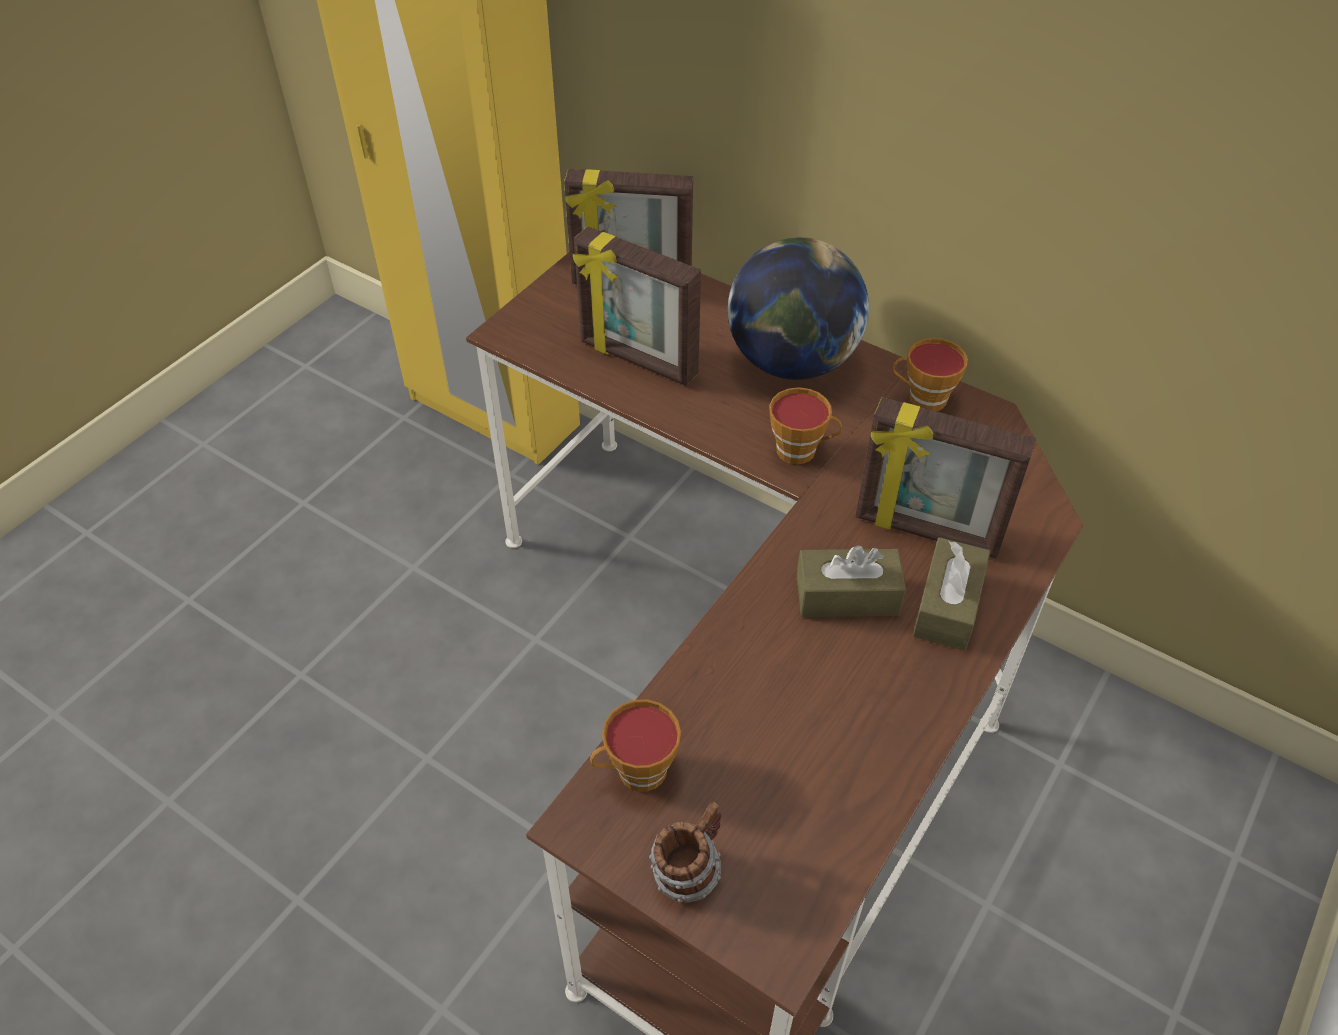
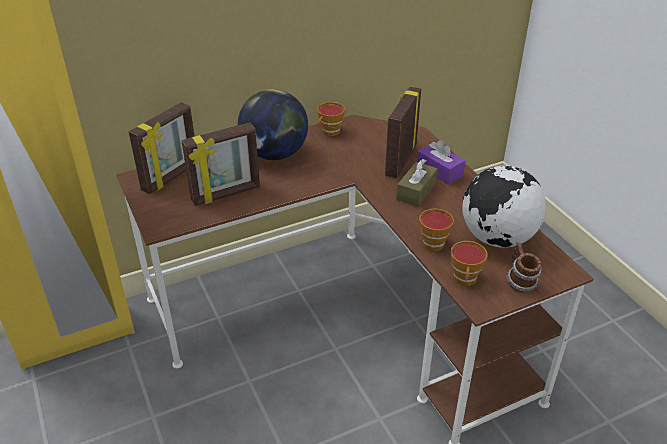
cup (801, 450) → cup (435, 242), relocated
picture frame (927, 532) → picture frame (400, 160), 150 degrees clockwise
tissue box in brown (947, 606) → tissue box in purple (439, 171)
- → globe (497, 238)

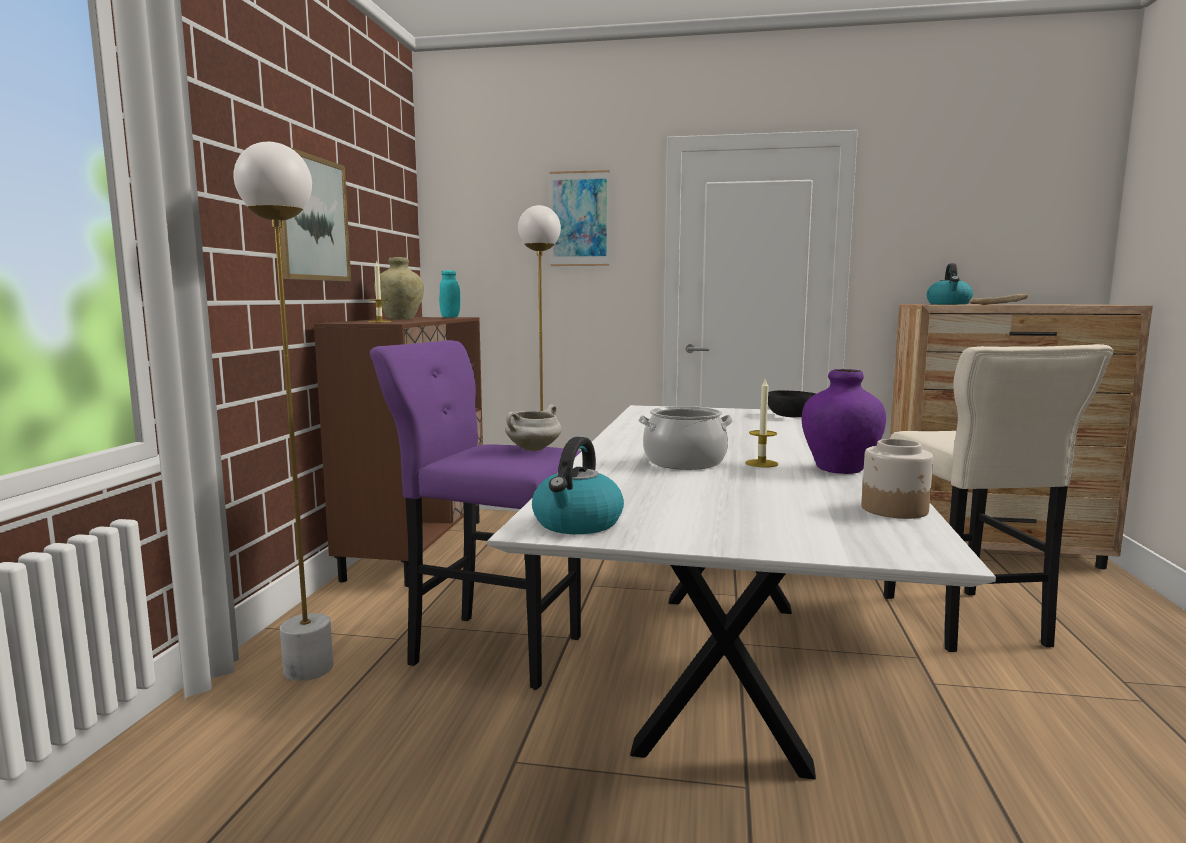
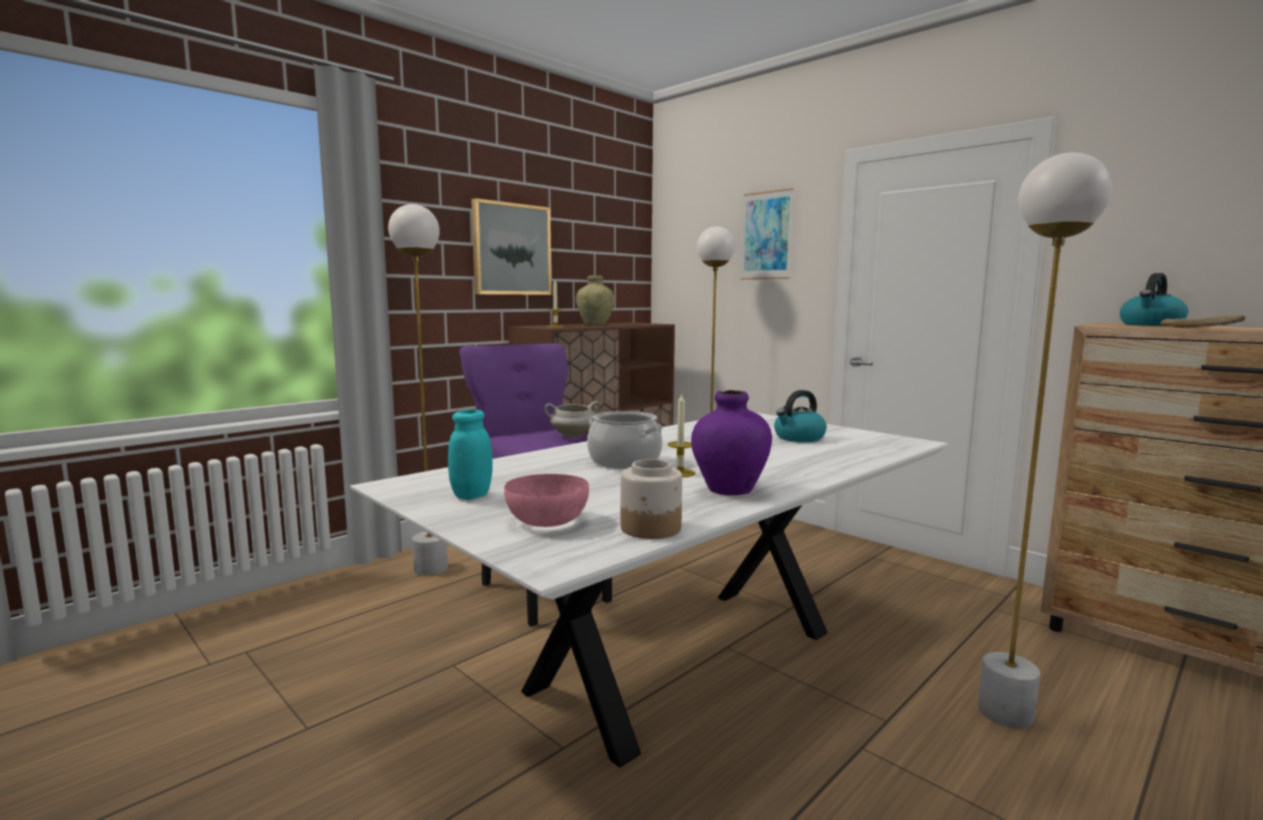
jar in turquoise (450, 317) → jar in turquoise (472, 495), relocated
stool in beige (966, 624) → floor lamp in white (1005, 713)
bowl in black (790, 416) → -
kettle (577, 524) → kettle (798, 438), relocated
- → bowl in pink (546, 521)

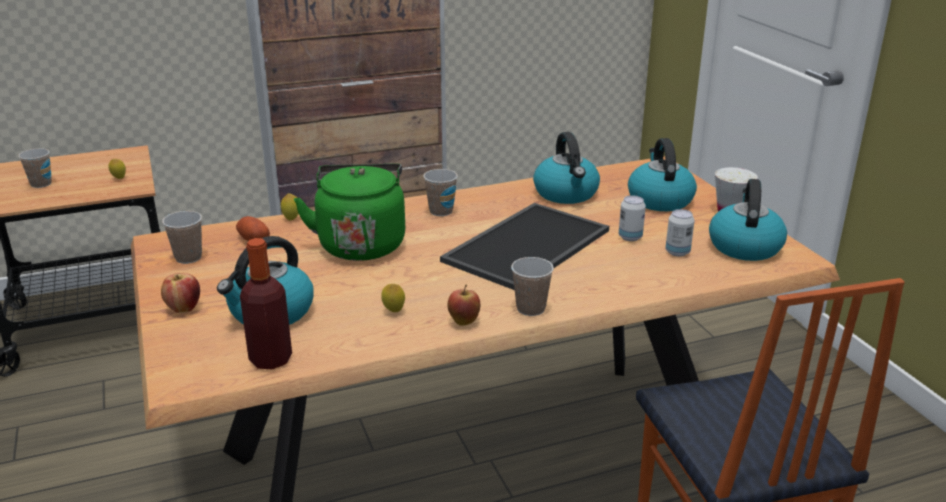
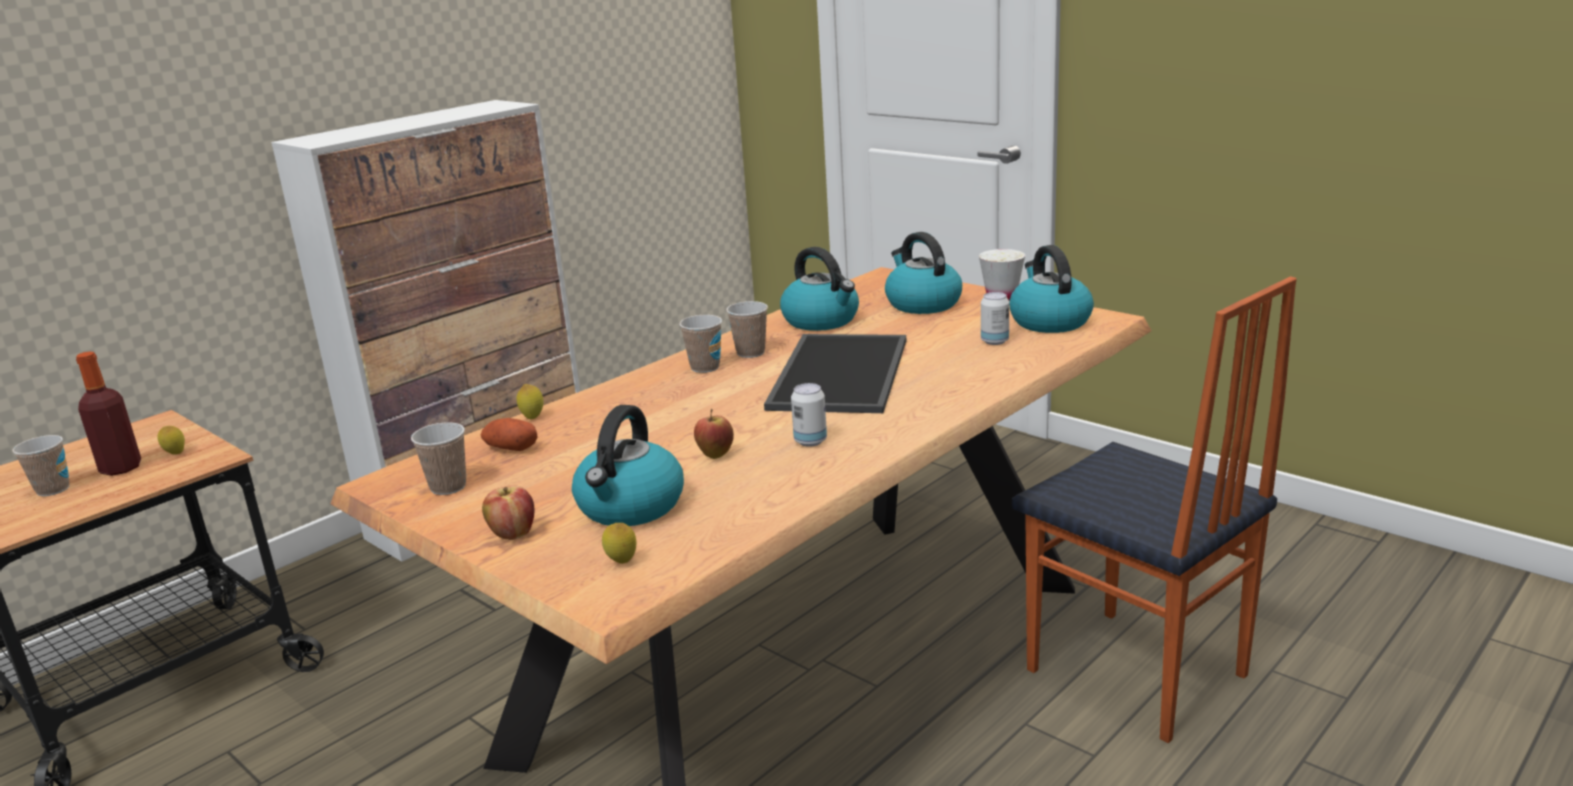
kettle in green (361, 243) → -
can (630, 237) → can (810, 441), relocated
bottle (270, 359) → bottle (121, 468), relocated
cup (530, 309) → cup (750, 353), relocated
lemon (394, 311) → lemon (622, 563), relocated
apple (464, 322) → apple (715, 455), relocated

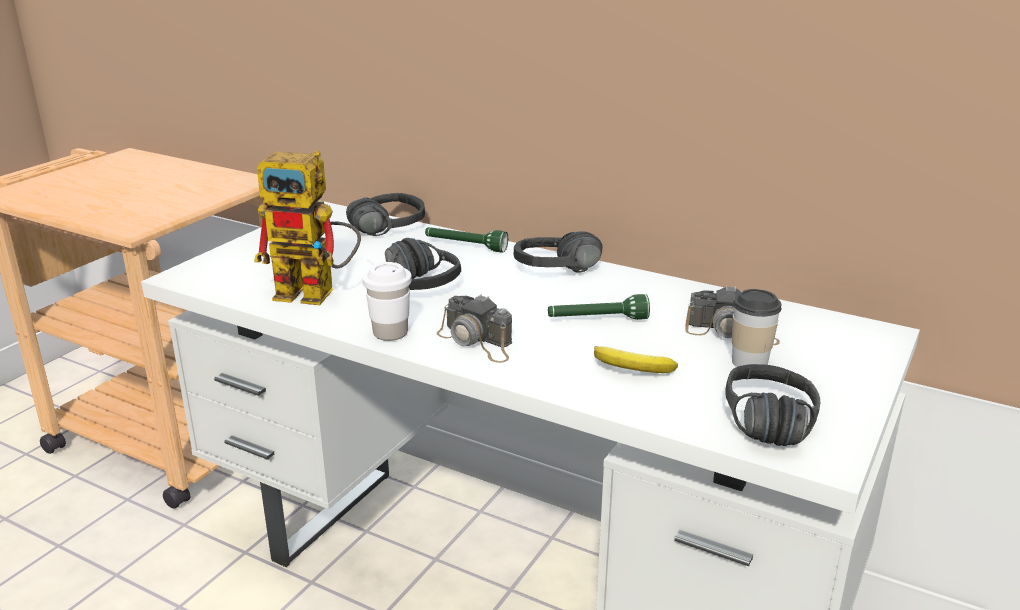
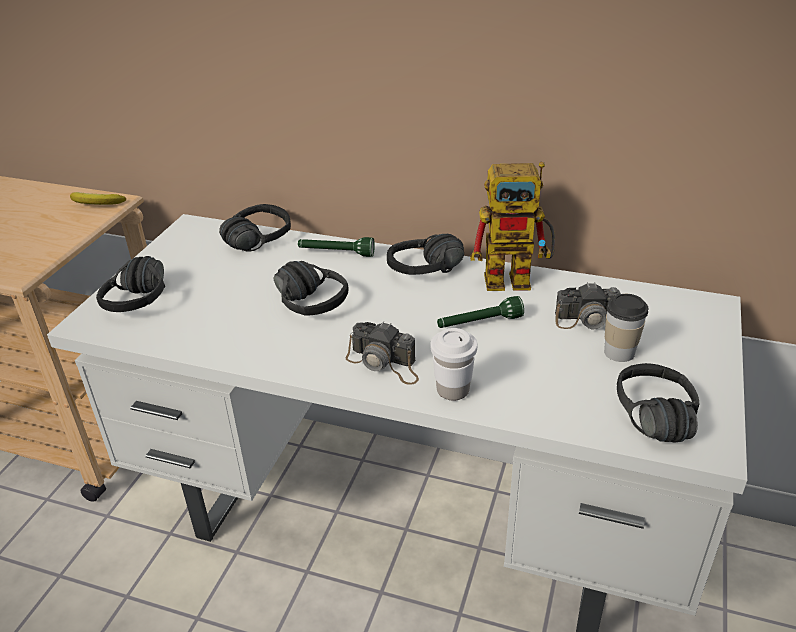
toy robot (318, 293) → toy robot (518, 278), relocated
cup in white (390, 333) → cup in white (453, 390), relocated
banana (631, 369) → banana (96, 204), relocated
- → headphones in black (150, 300)

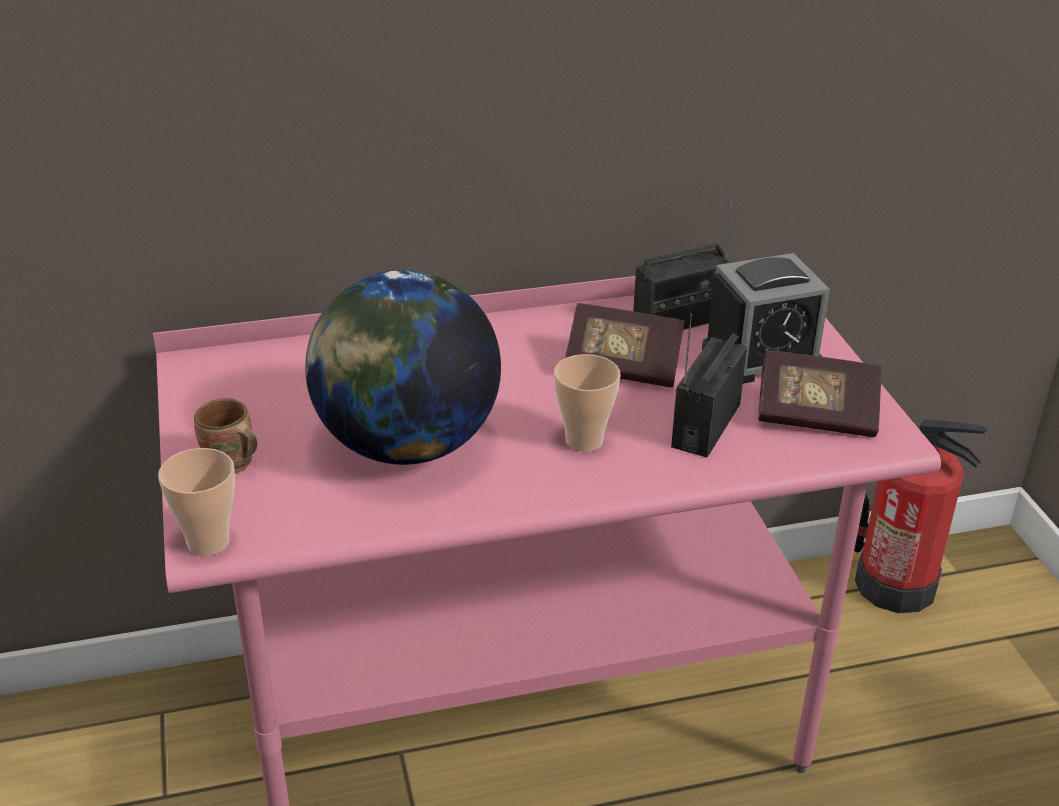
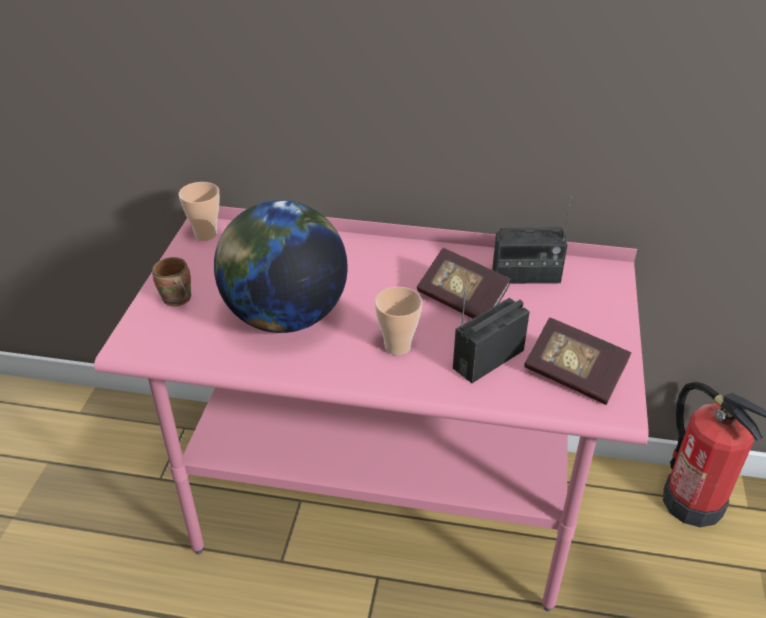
alarm clock (761, 357) → -
cup (208, 542) → cup (206, 234), relocated

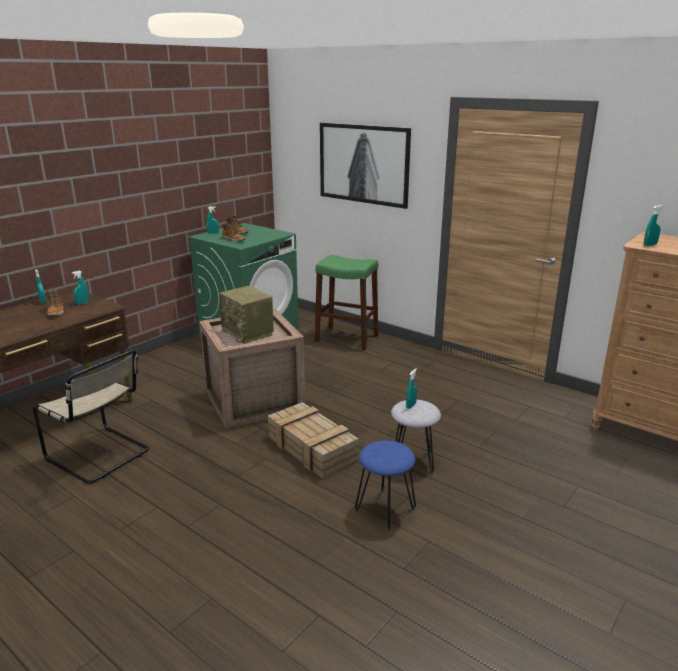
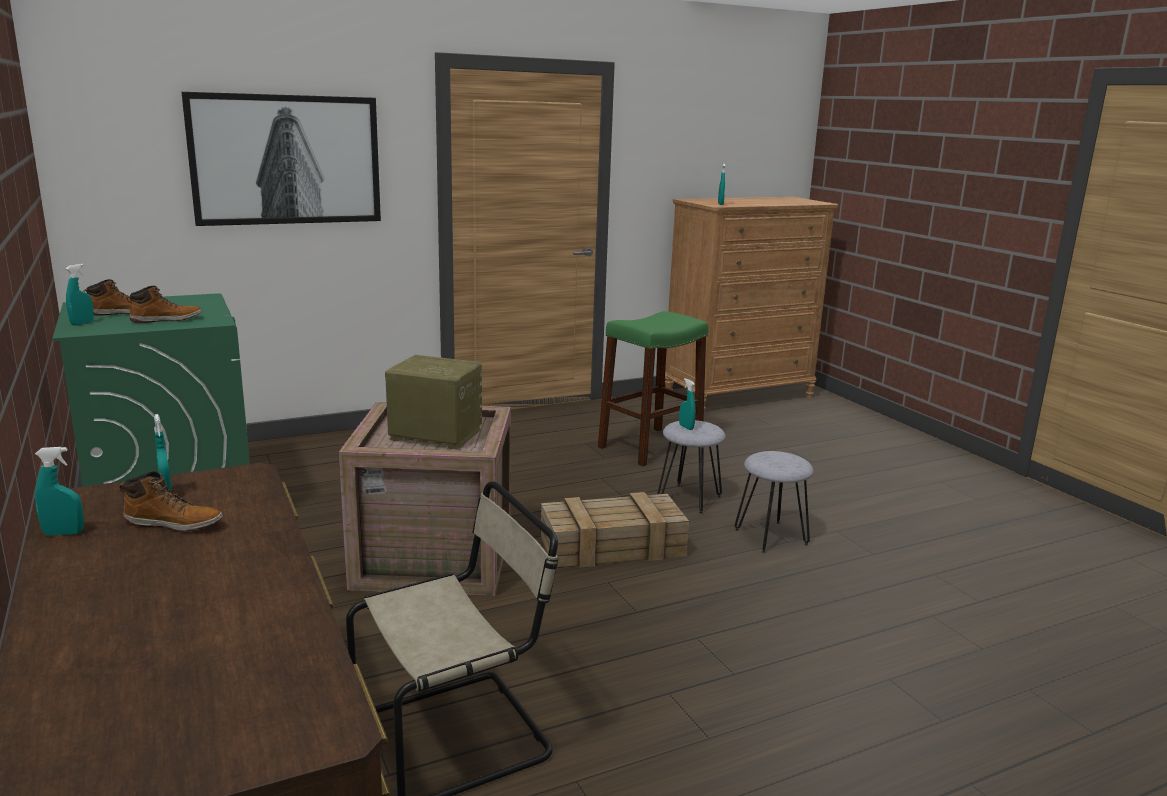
stool in green (347, 338) → stool in green (650, 446), relocated
radio (248, 333) → radio (433, 435), 150 degrees counterclockwise
stool in blue (385, 509) → stool in grey (771, 537)

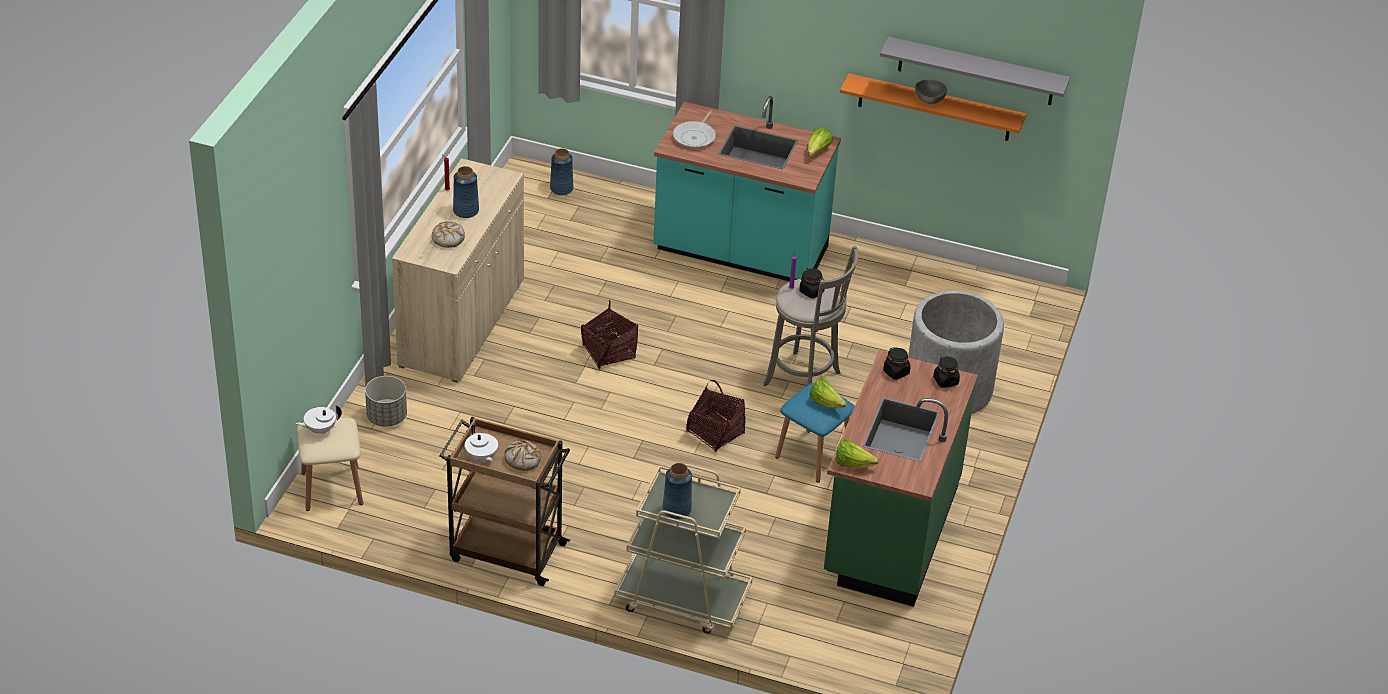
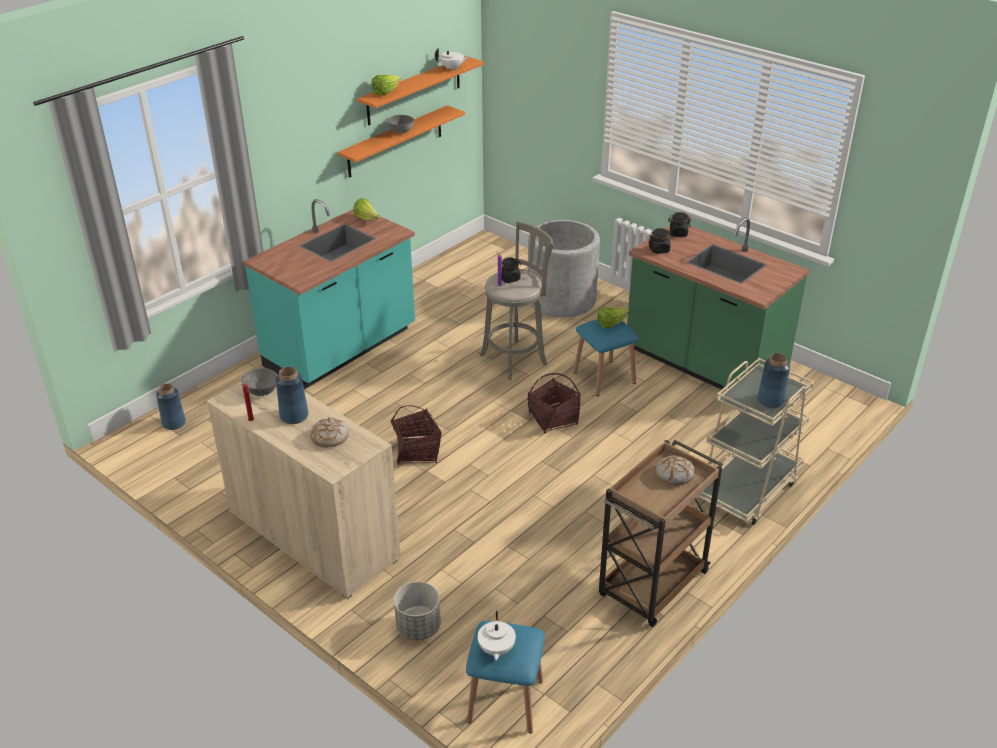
shelf in grey (976, 71) → shelf in orange (414, 91)
frying pan (695, 136) → -
stool in beige (332, 488) → stool in blue (505, 701)
teapot in white (481, 457) → teapot in white (452, 68), relocated
lettuce (852, 464) → lettuce (386, 92), relocated
- → bowl in grey (261, 391)

